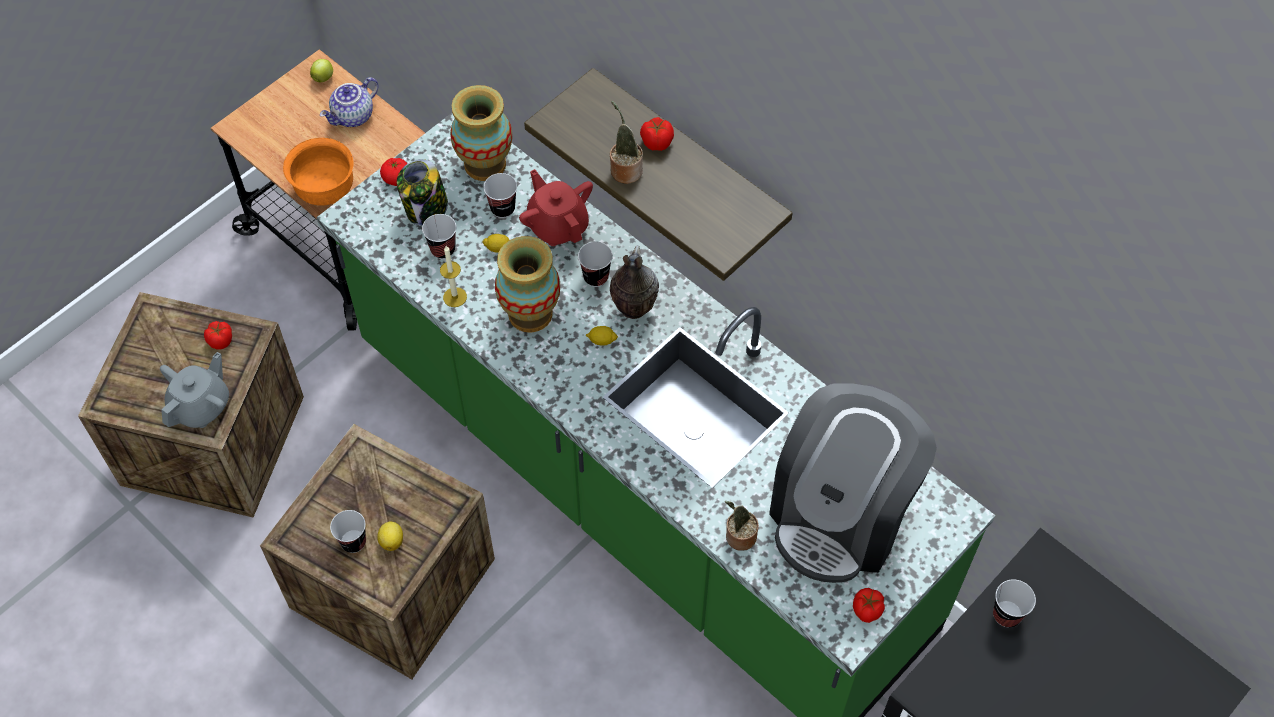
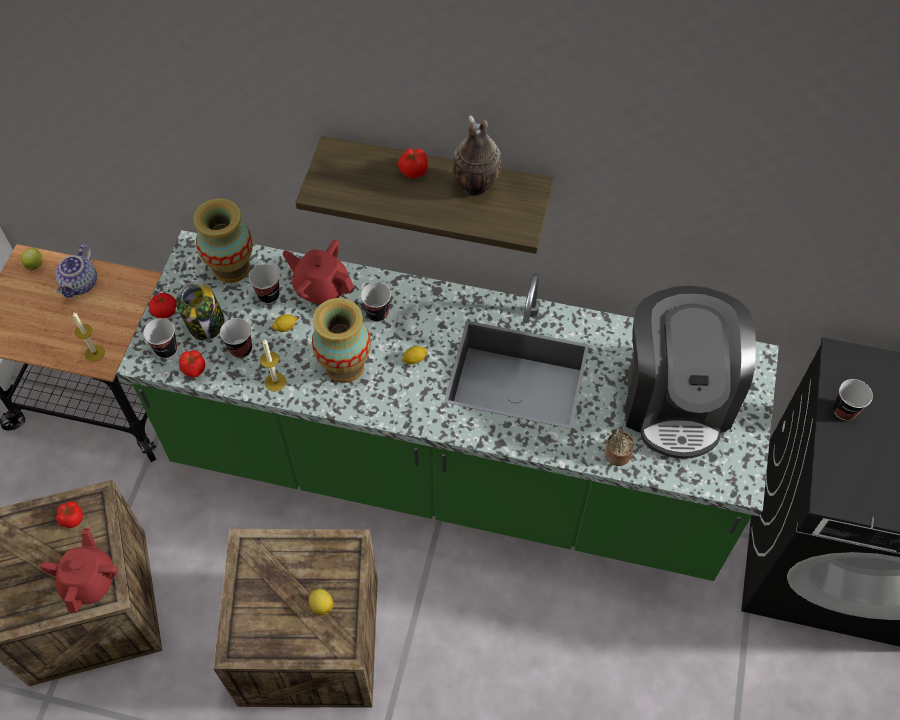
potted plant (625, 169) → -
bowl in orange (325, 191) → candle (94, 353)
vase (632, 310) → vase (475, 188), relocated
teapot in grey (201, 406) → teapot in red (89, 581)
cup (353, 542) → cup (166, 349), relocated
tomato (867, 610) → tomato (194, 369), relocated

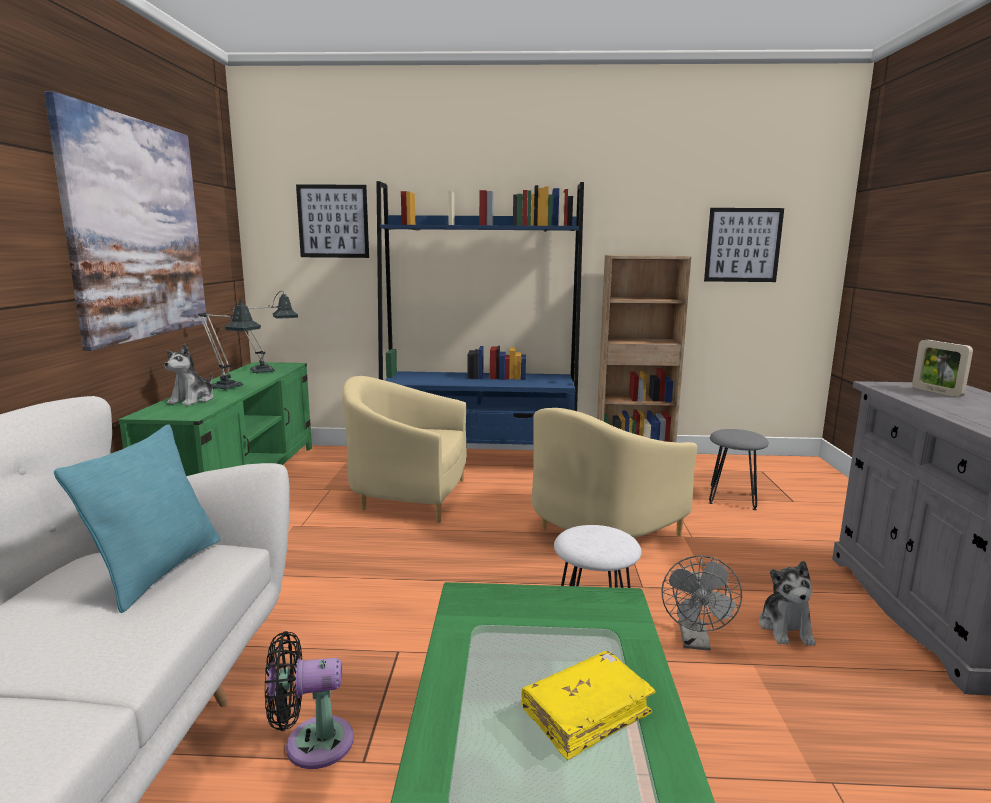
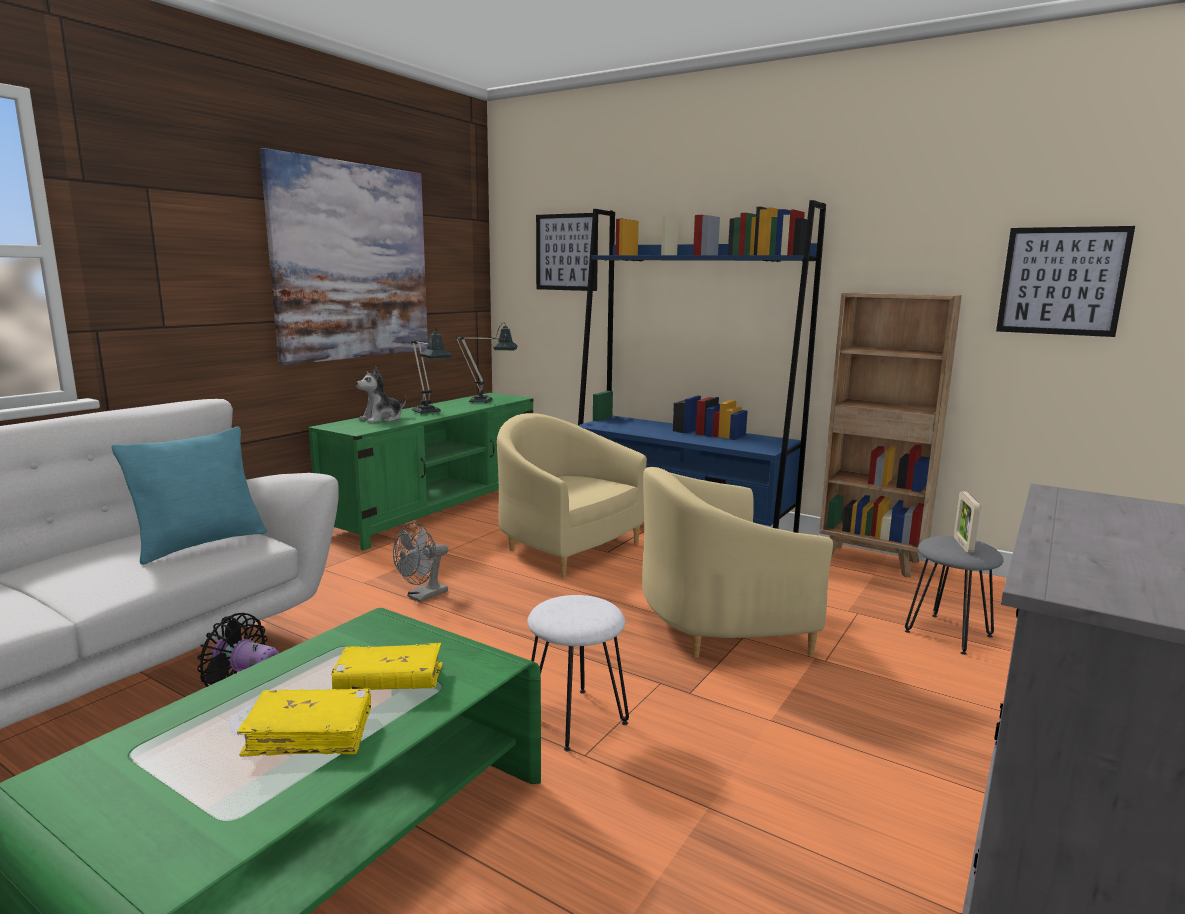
picture frame (936, 392) → picture frame (963, 545), relocated
fan in grey (695, 641) → fan in grey (423, 596), relocated
plush toy (786, 628) → -
- → book in yellow (389, 682)

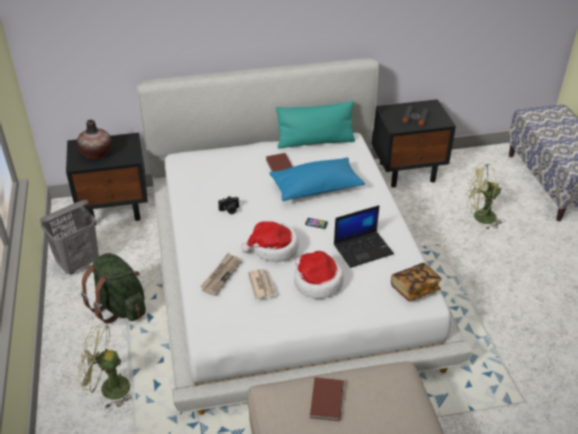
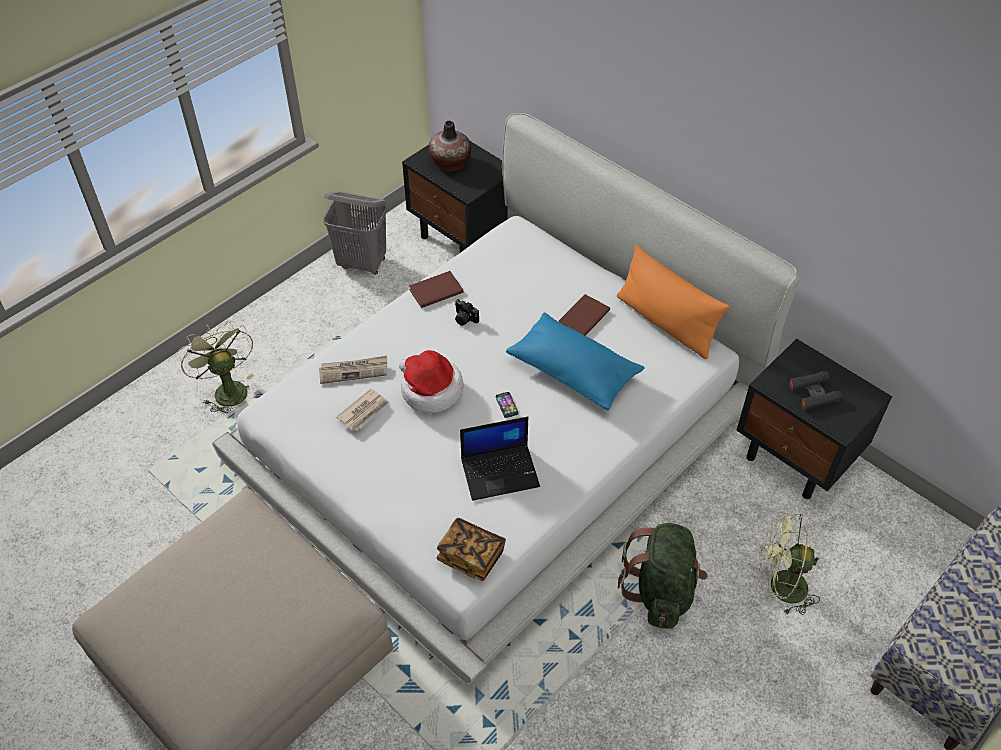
pillow in turquoise (315, 142) → pillow in orange (666, 323)
fan in green (479, 218) → fan in green (779, 587), 45 degrees counterclockwise
laptop (363, 249) → laptop (500, 472), 45 degrees counterclockwise
hat (317, 282) → -
backpack in green (120, 307) → backpack in green (661, 591), relocated
book in brown (325, 400) → book in brown (435, 290), relocated

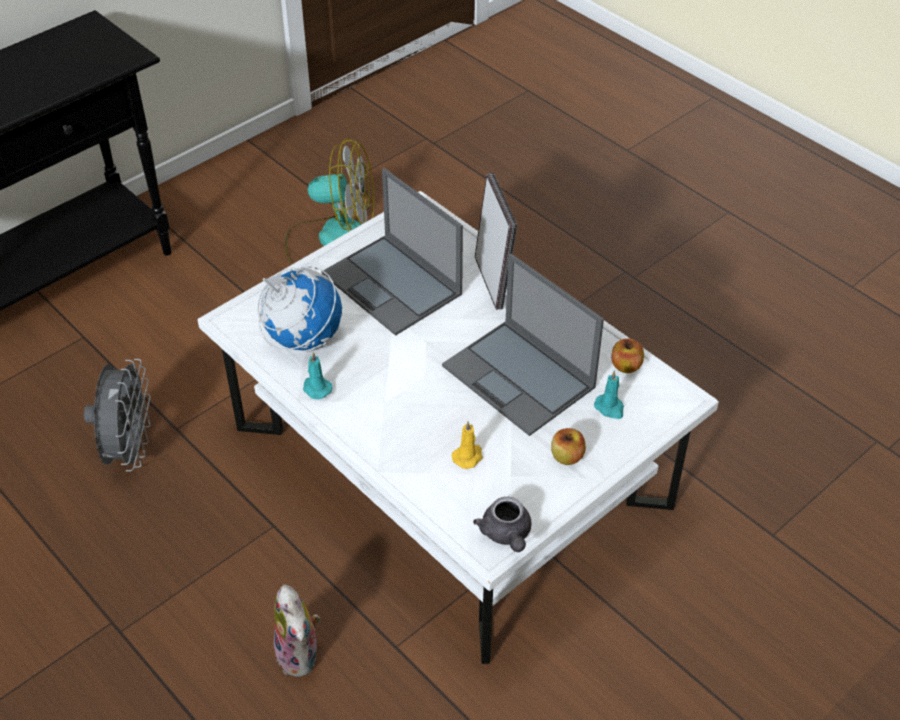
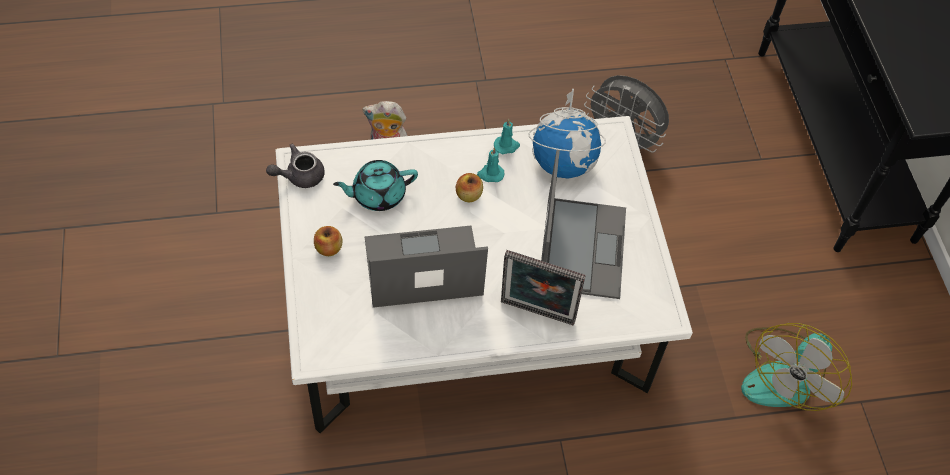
laptop (393, 285) → laptop (582, 246), 105 degrees clockwise
apple (626, 366) → apple (468, 195), relocated
candle in turquoise (610, 408) → candle in turquoise (490, 174), relocated
candle in yellow (468, 456) → teapot in turquoise (377, 194)
teapot in grey (506, 535) → teapot in grey (299, 176), 45 degrees counterclockwise

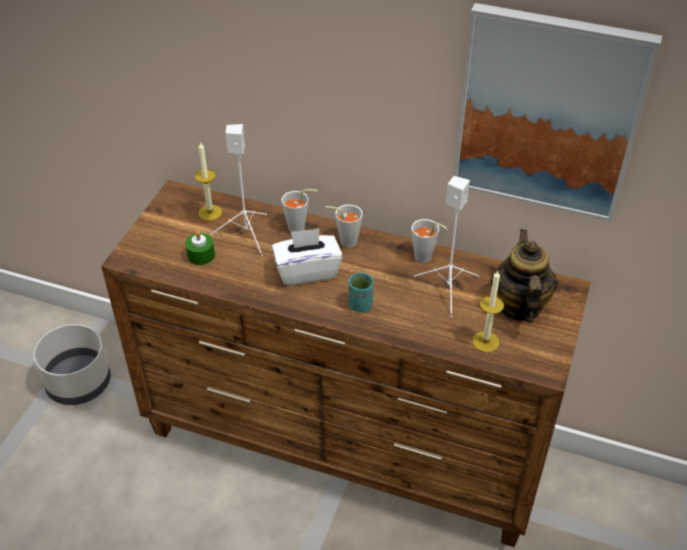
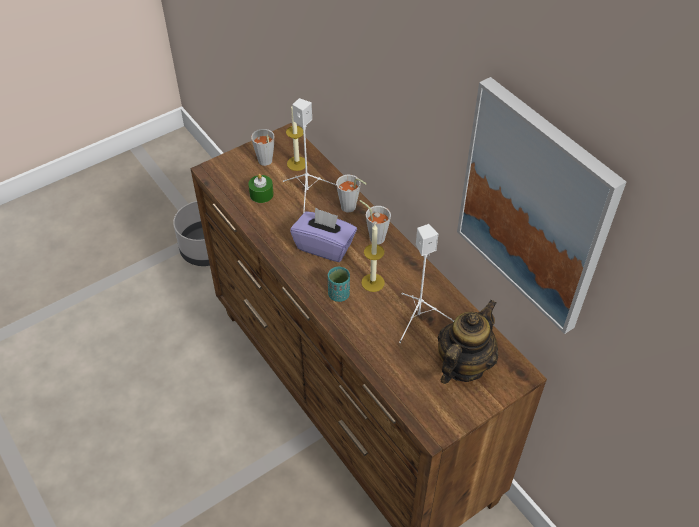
cup in grey (426, 258) → cup in grey (265, 163), relocated
tissue box in white (307, 271) → tissue box in purple (324, 246)
candle (485, 342) → candle (373, 282), relocated

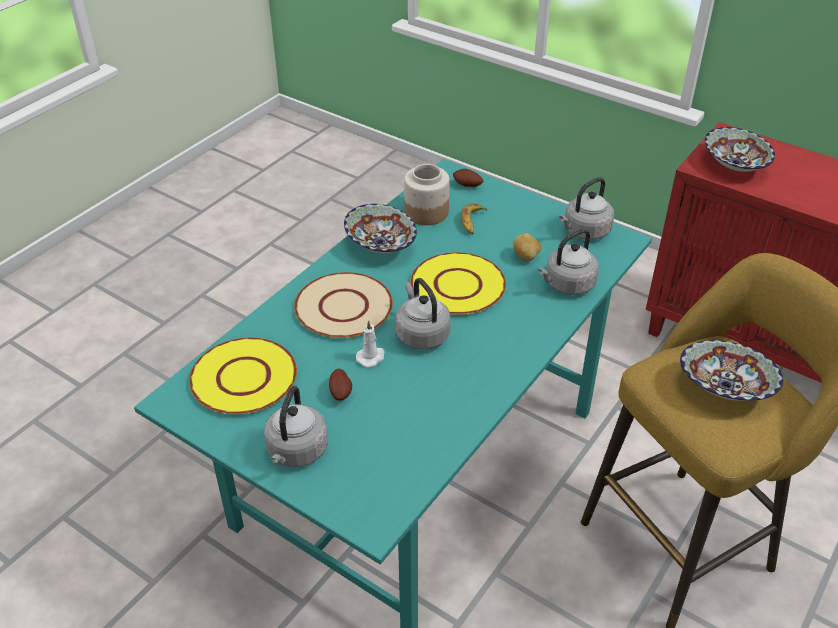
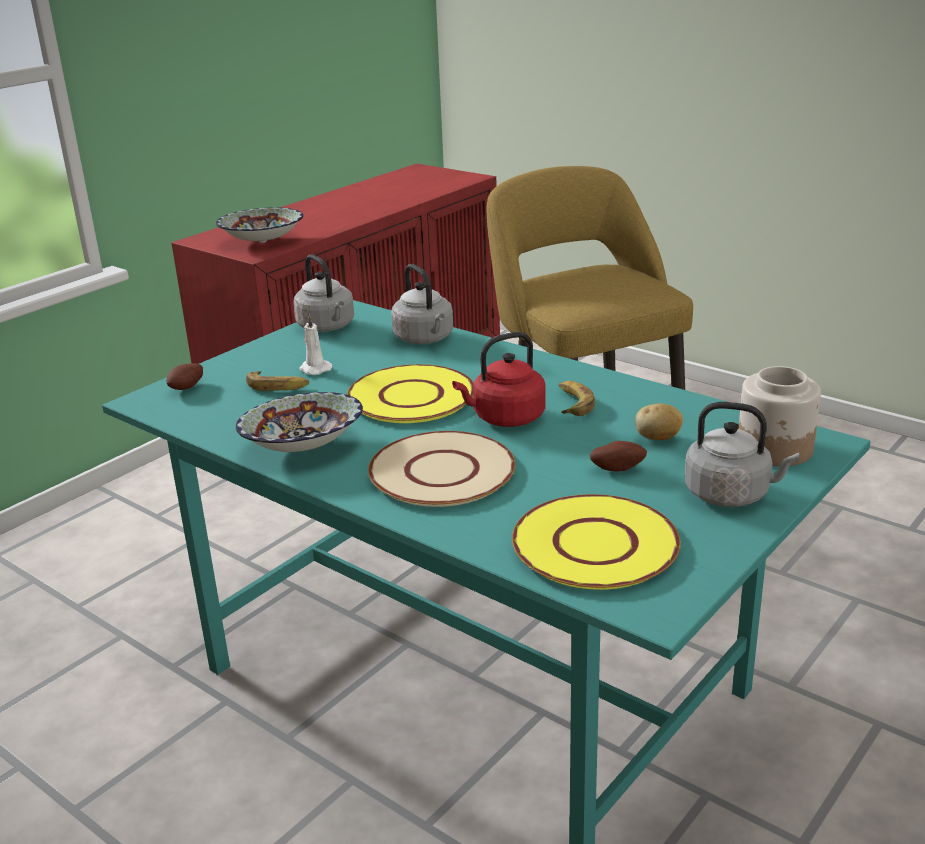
jar (426, 212) → jar (775, 449), relocated
potato (526, 257) → potato (657, 438), relocated
kettle in grey (421, 334) → kettle in red (505, 418)
candle in white (371, 357) → candle in white (314, 369), relocated
bowl (724, 389) → -
- → banana (572, 403)

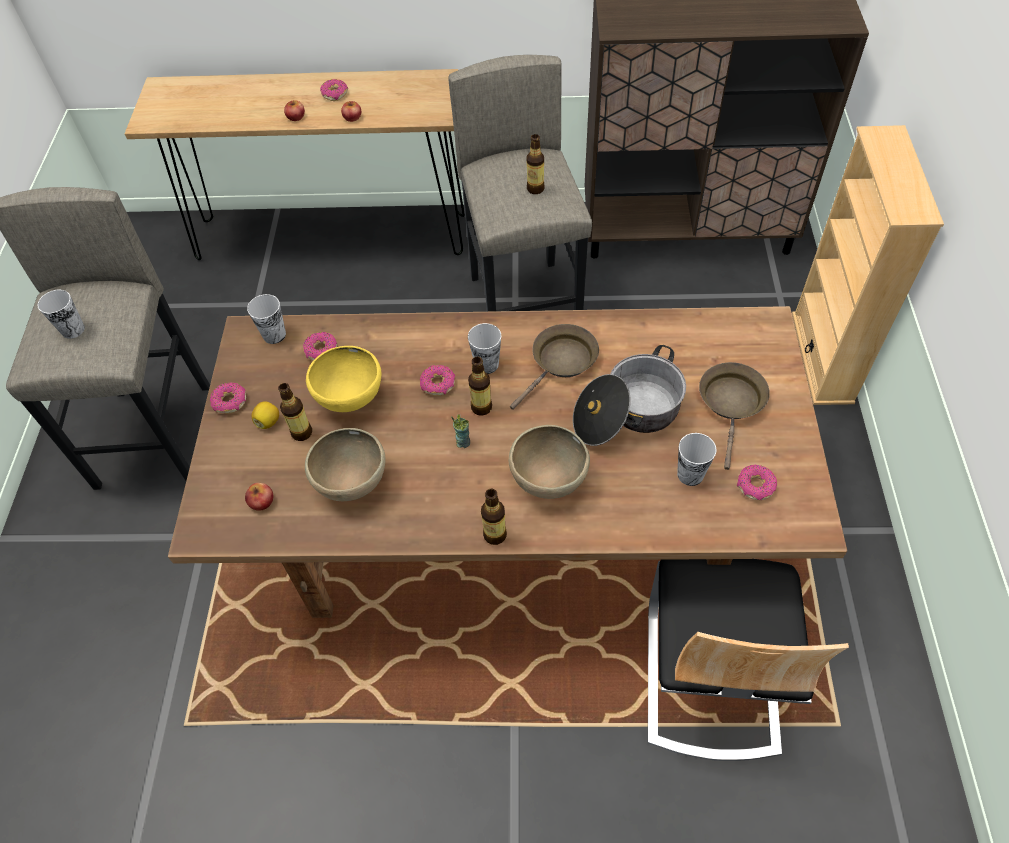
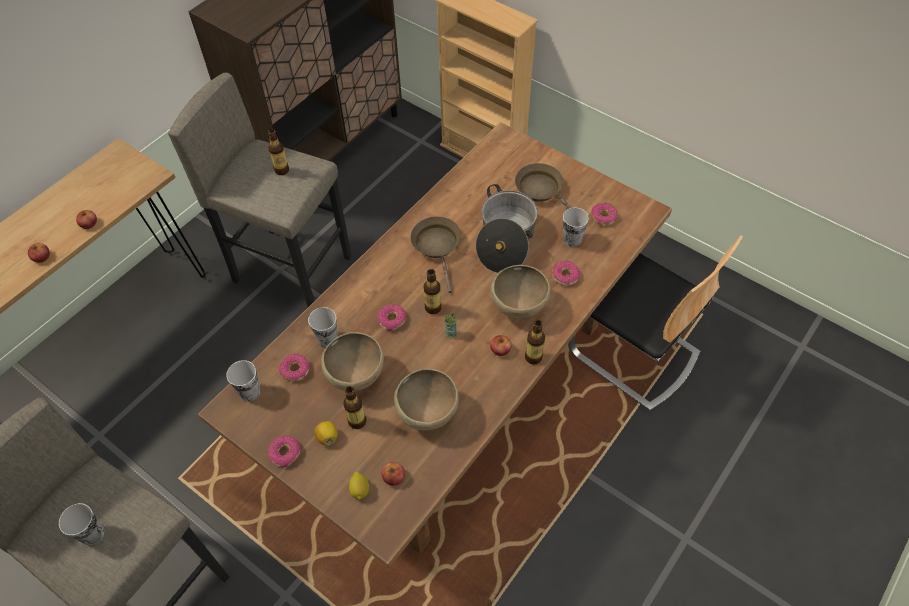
donut (335, 94) → donut (565, 276), relocated
cup (486, 364) → cup (327, 339), relocated
bowl in yellow (350, 399) → bowl in brown (356, 376)
- → apple (500, 349)
- → lemon (360, 490)

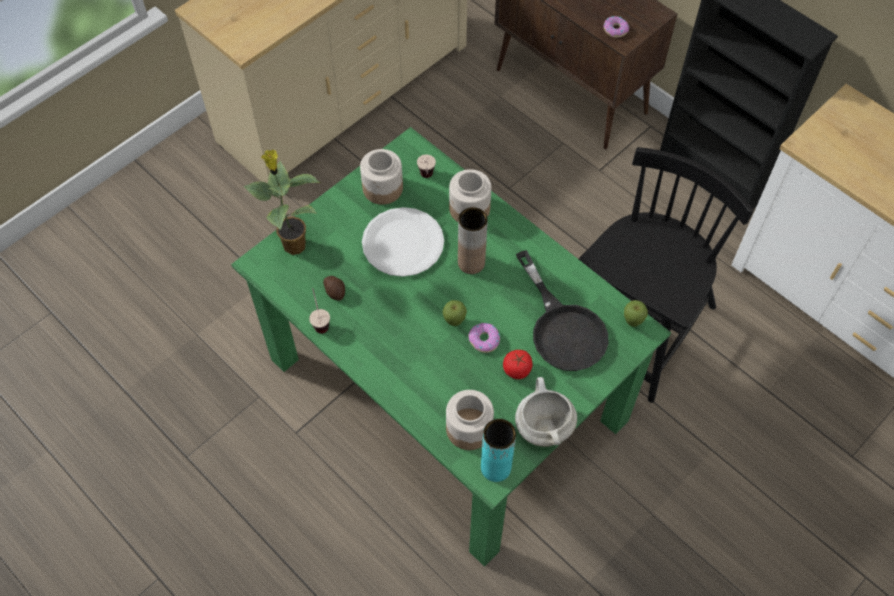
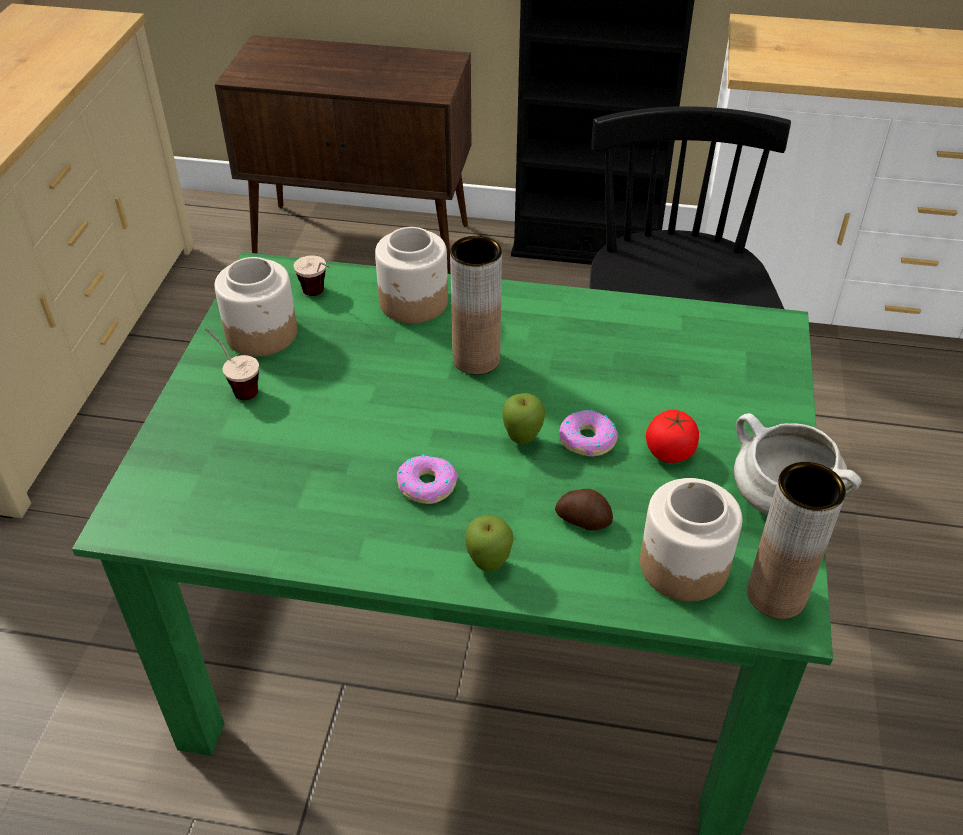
donut (615, 30) → donut (427, 485), relocated
potted plant (293, 244) → -
plate in white (403, 243) → -
frying pan in black (563, 328) → -
potato (335, 291) → potato (583, 519), relocated
cup (320, 320) → cup (236, 386), relocated
apple (632, 322) → apple (488, 565), relocated
vase in turquoise (495, 467) → vase in brown (776, 595)

